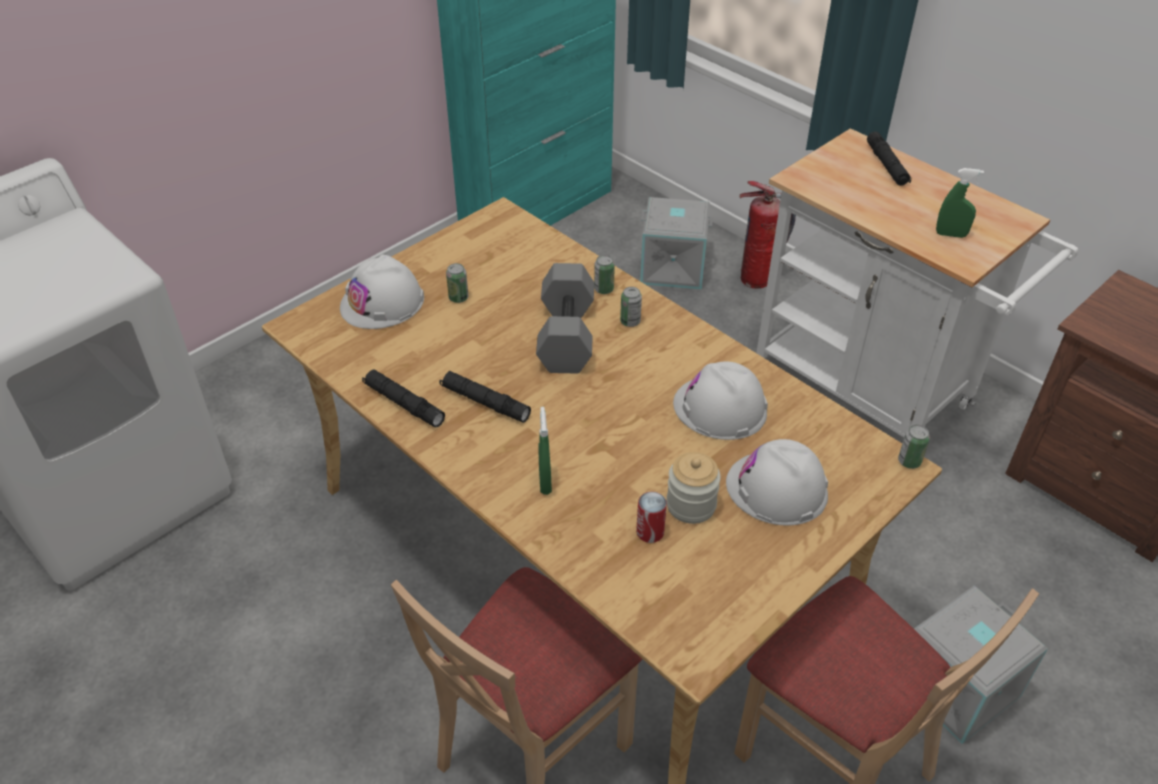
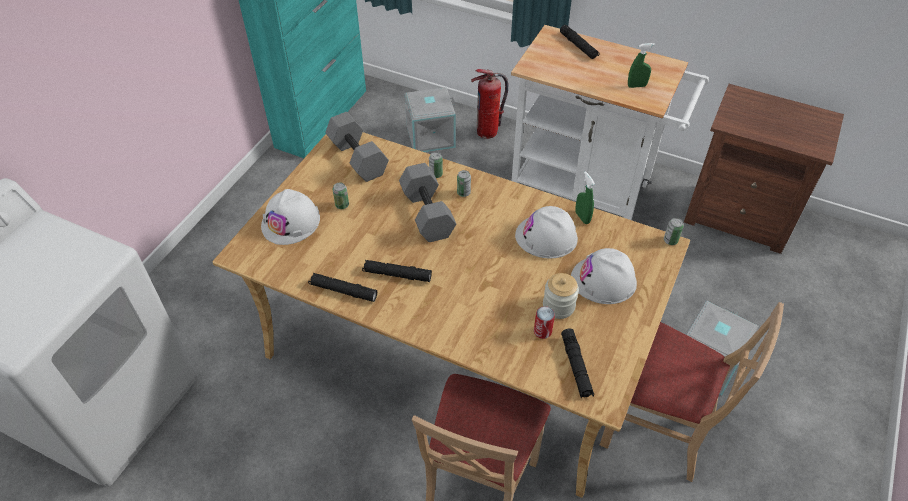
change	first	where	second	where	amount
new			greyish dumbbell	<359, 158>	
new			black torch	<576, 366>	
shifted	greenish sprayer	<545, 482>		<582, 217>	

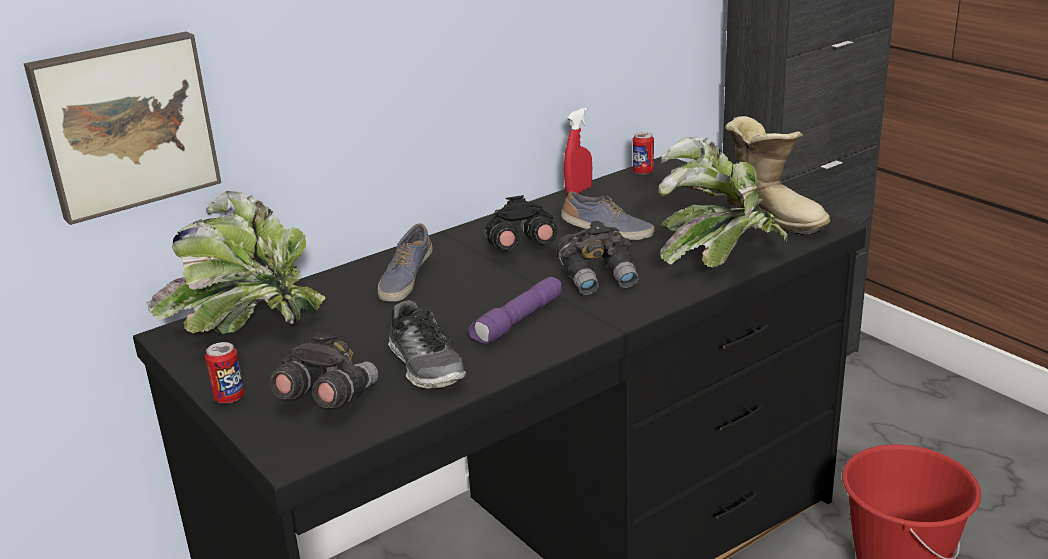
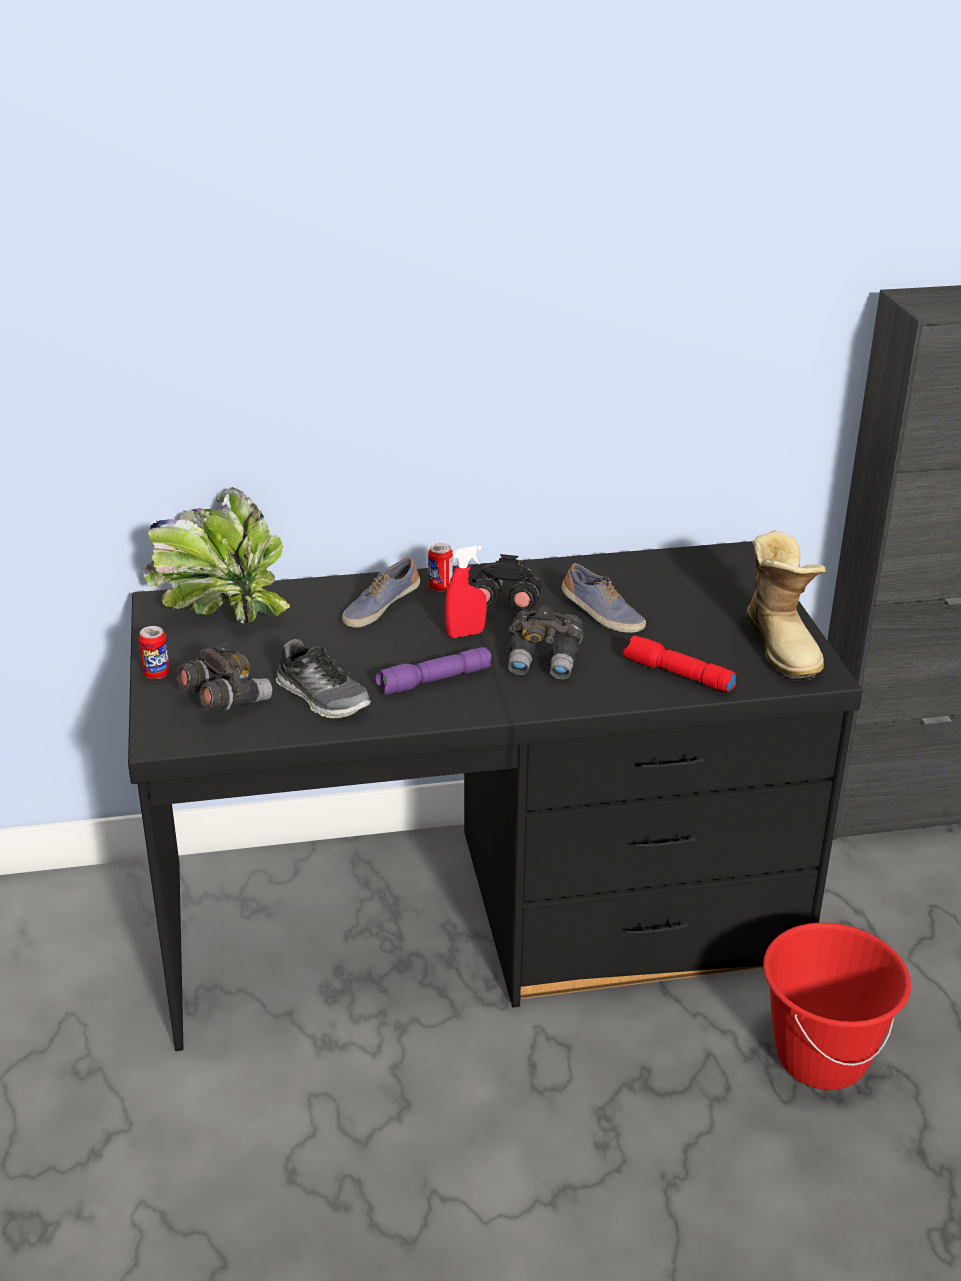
change	first	where	second	where	amount
gone	wall picture	<125, 124>			
shifted	reddish sprayer	<578, 191>		<465, 634>	
shifted	sealed can	<643, 172>		<440, 587>	
swapped	potted plant	<719, 257>	reddish torch	<677, 675>	
rotated	shoe	<426, 365>		<323, 697>	45 degrees counterclockwise

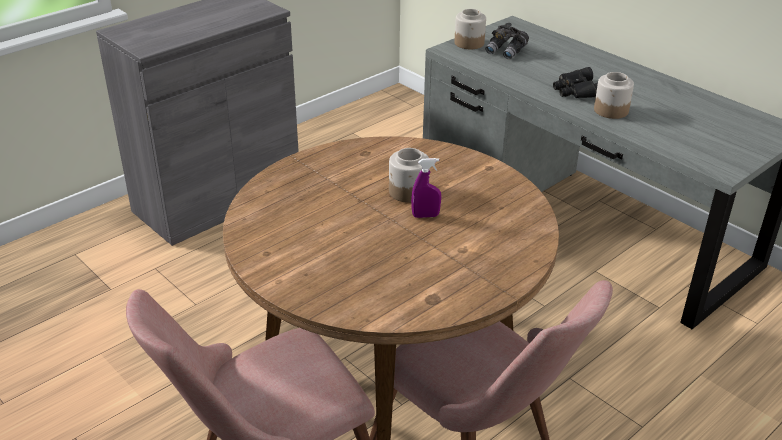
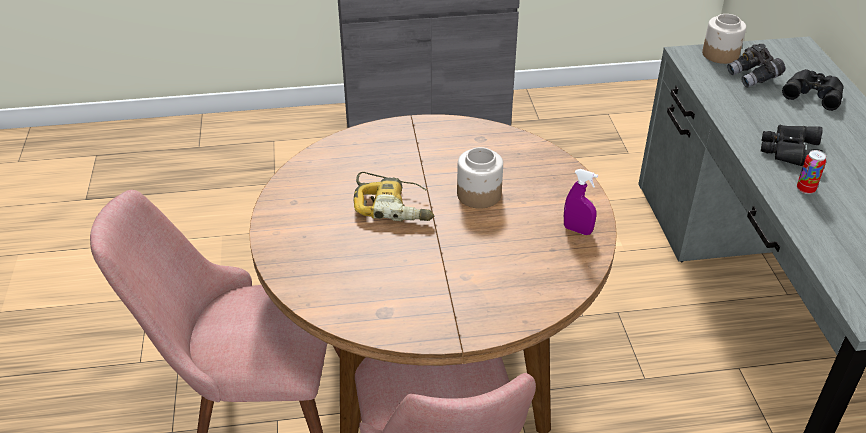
change	first	where	second	where	amount
new			drill	<394, 205>	
new			black pair of binoculars	<813, 93>	
shifted	purple-coloured sprayer	<425, 216>		<577, 230>	
swapped	jar	<611, 110>	sealed can	<805, 189>	

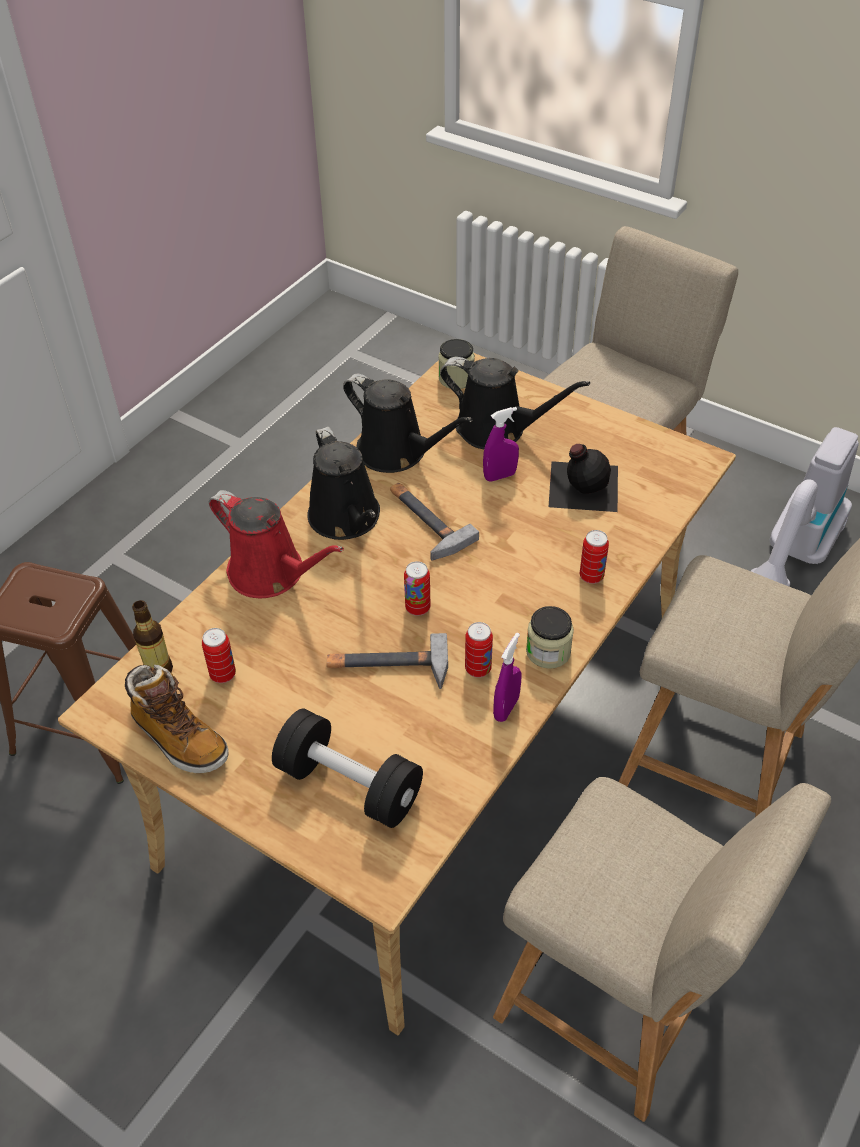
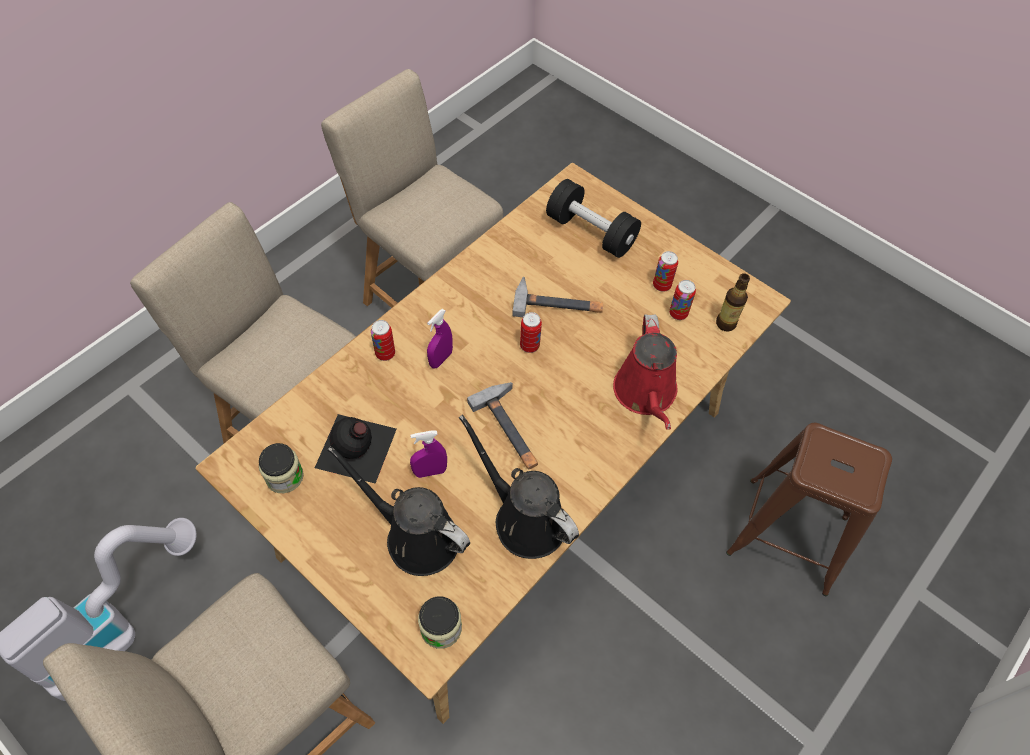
change	first	where	second	where	amount
gone	high-top boot	<179, 738>			
gone	black sprinkling can	<347, 519>			
shifted	sealed can	<478, 669>		<661, 285>	
shifted	purple-coloured sprayer	<506, 708>		<440, 359>	
shifted	jar	<548, 652>		<284, 476>	
rotated	reddish sprinkling can	<272, 573>		<646, 394>	135 degrees counterclockwise

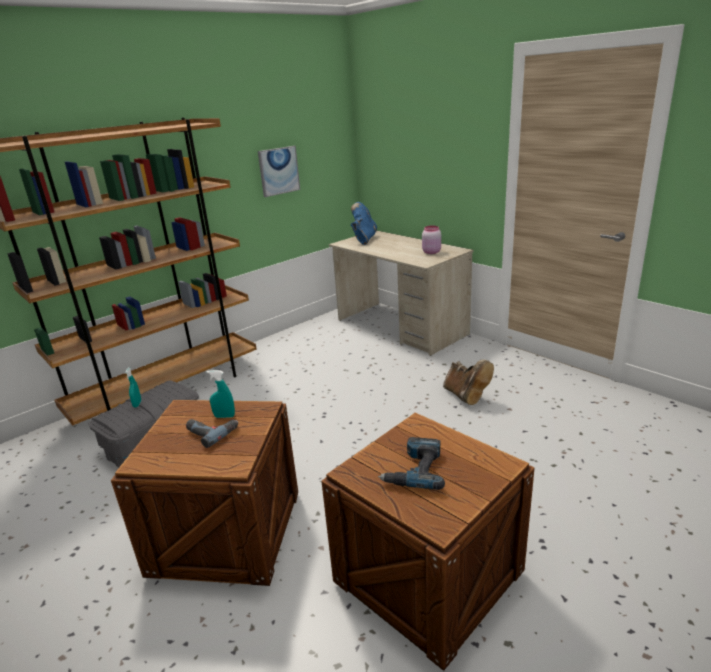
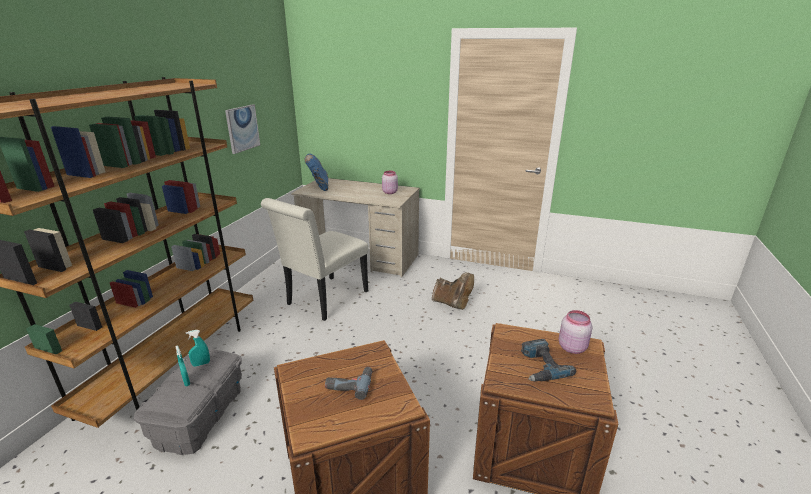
change	first	where	second	where	amount
new			whitish upright chair	<324, 300>	
new			pink-coloured jar	<572, 347>	
shifted	turquoise sprayer	<224, 416>		<201, 364>	

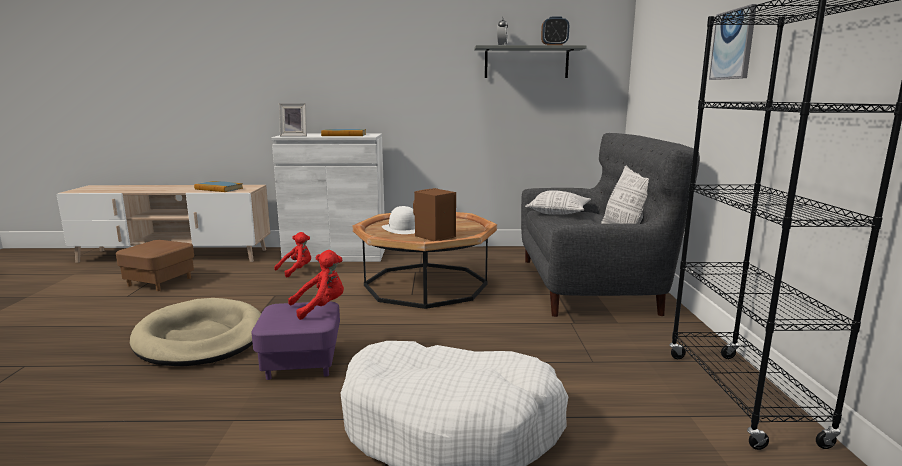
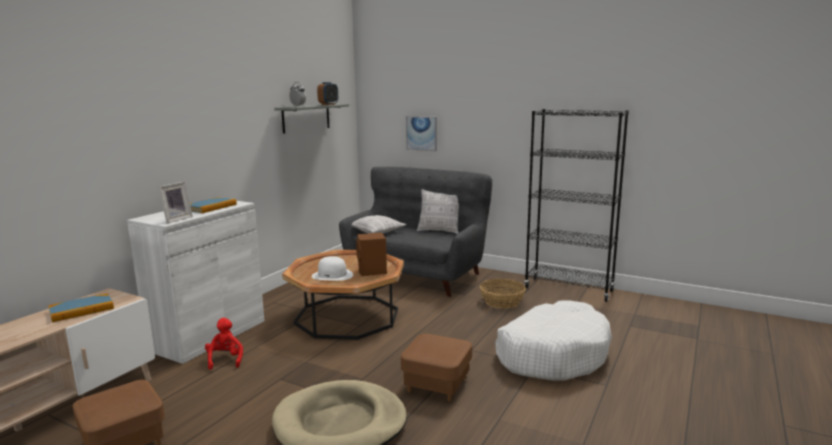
change	first	where	second	where	amount
gone	reddish plush toy	<321, 307>			
new			household basket	<502, 301>	
shifted	wall picture	<733, 44>		<421, 133>	
repainted	purple-coloured pouffe	<301, 363>	brown-coloured pouffe	<437, 385>	

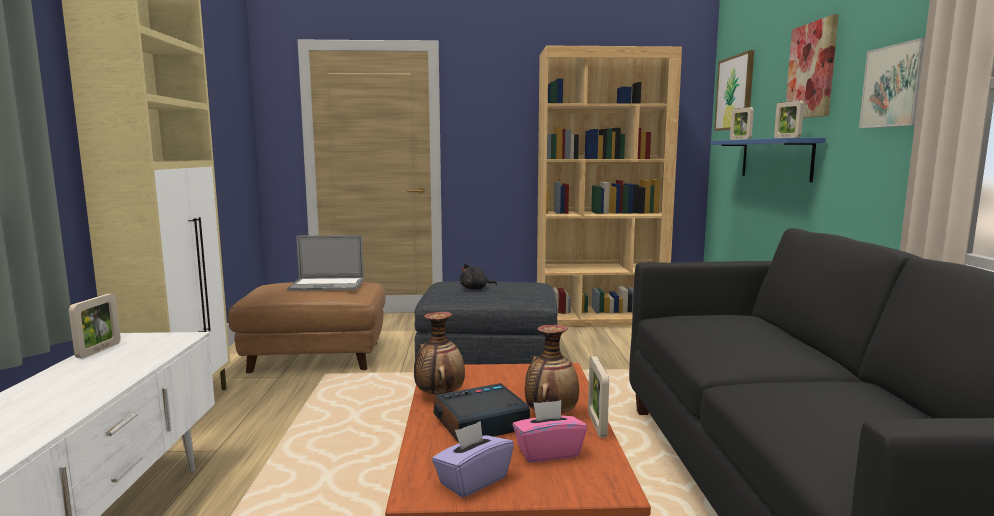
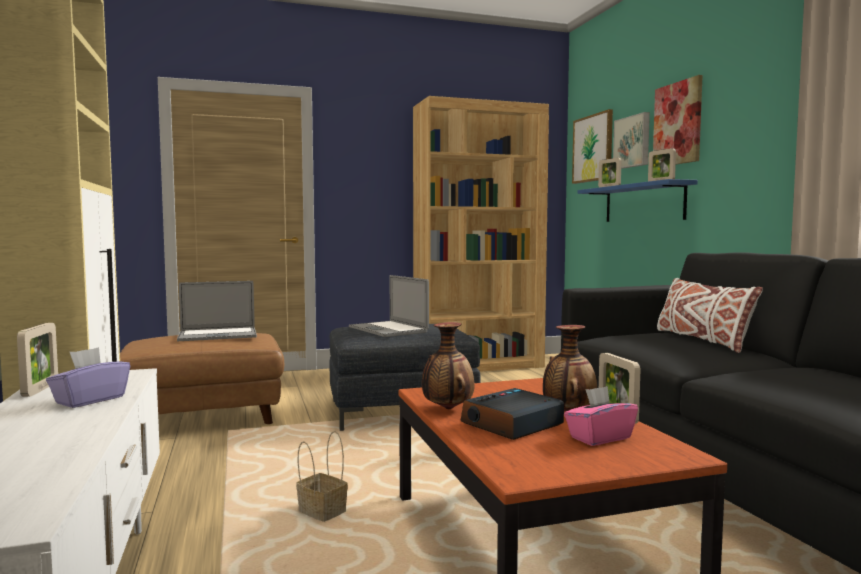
change	first	where	second	where	amount
new			household basket	<320, 512>	
new			whitish cushion	<702, 340>	
shifted	purple-coloured box of tissues	<472, 480>		<90, 400>	
shifted	wall picture	<897, 86>		<633, 142>	
swapped	black plush toy	<475, 289>	notebook computer	<388, 329>	

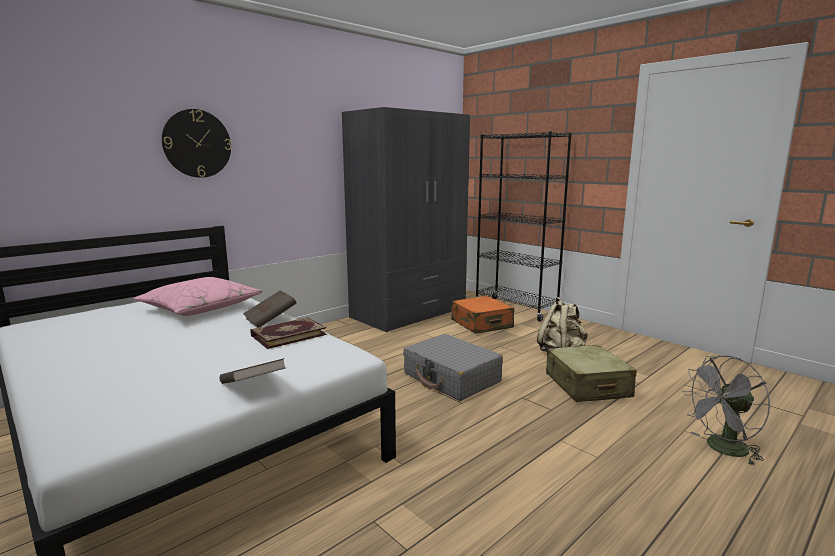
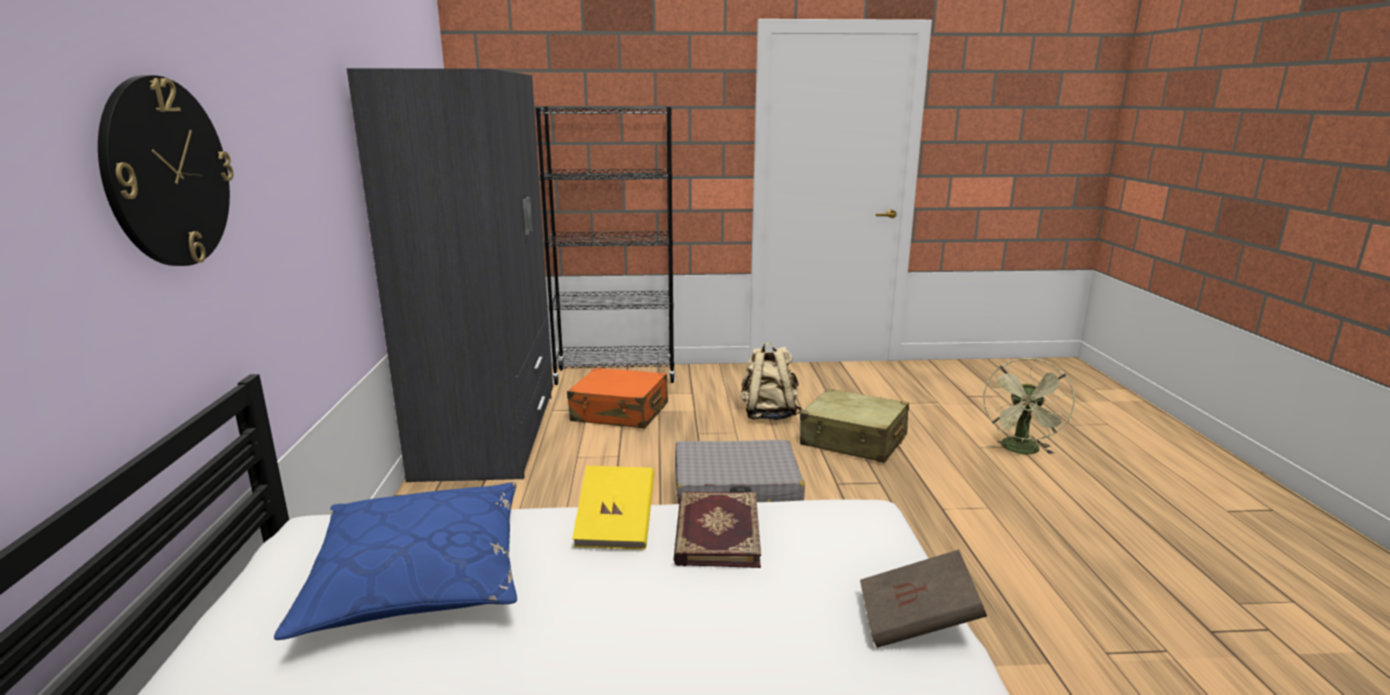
change	first	where	second	where	amount
repainted	pink-coloured cushion	<201, 307>	blue cushion	<418, 576>	
repainted	brown-coloured book	<270, 320>	yellow-coloured book	<616, 527>	
repainted	greyish electric fan	<722, 449>	greenish electric fan	<1021, 451>	

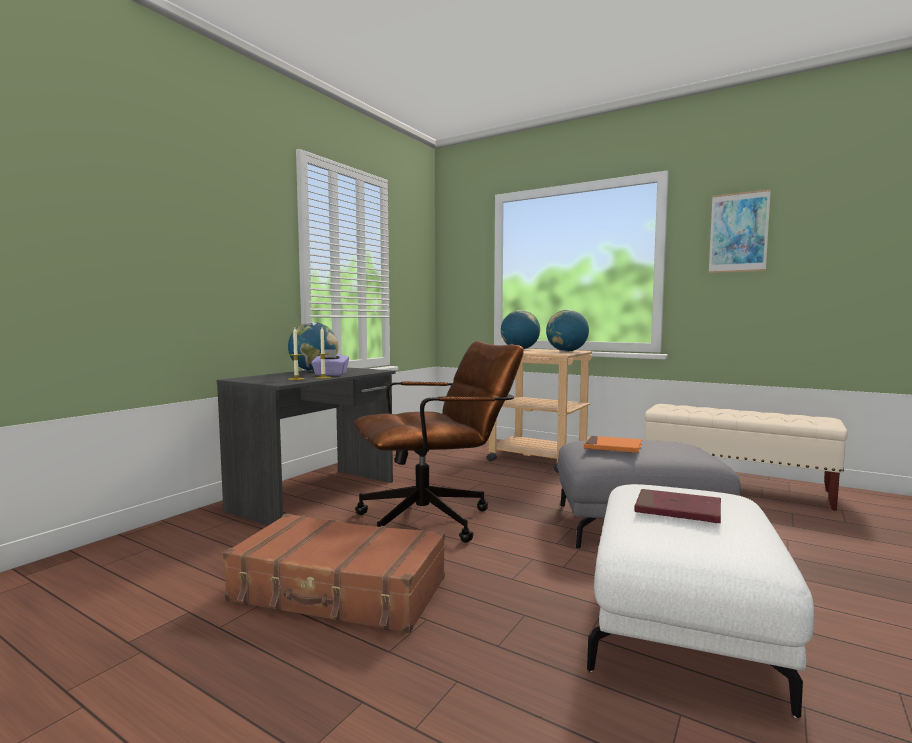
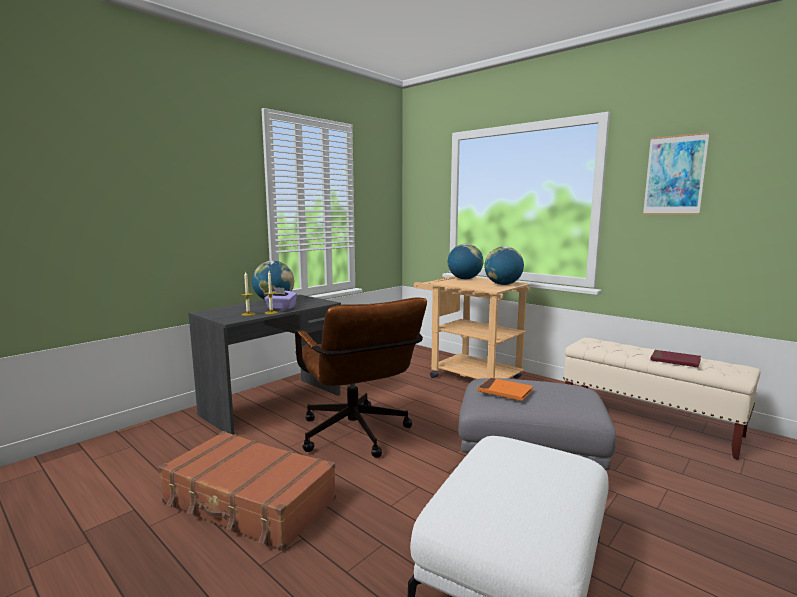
change	first	where	second	where	amount
shifted	reddish book	<677, 510>		<675, 361>	
rotated	brown-coloured computer chair	<436, 519>		<357, 437>	75 degrees clockwise

